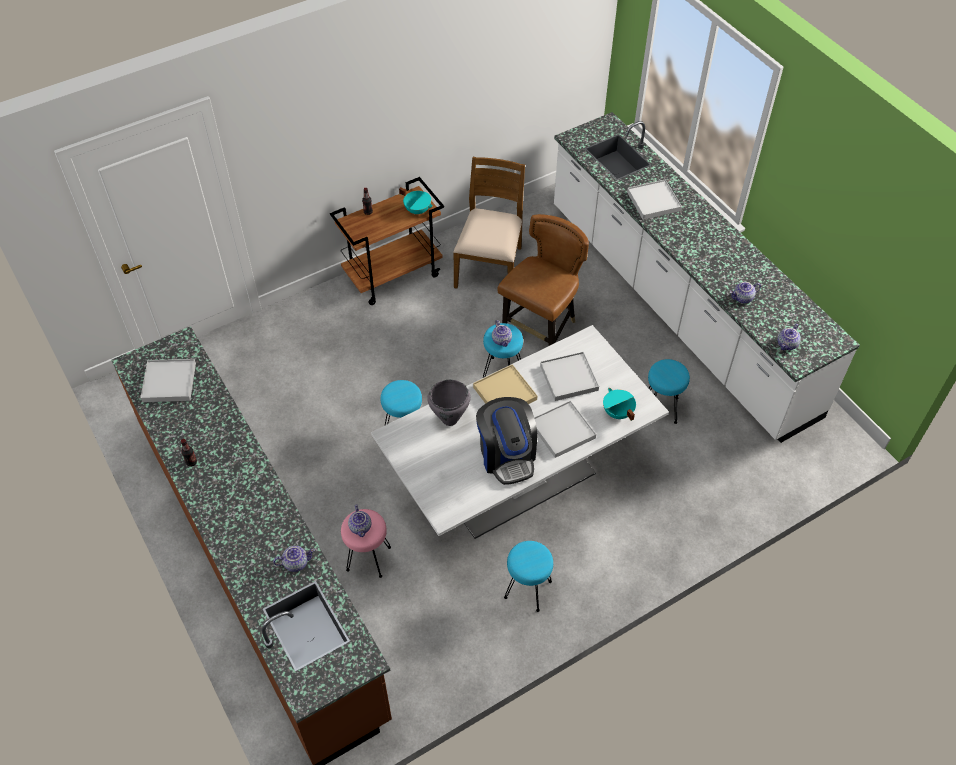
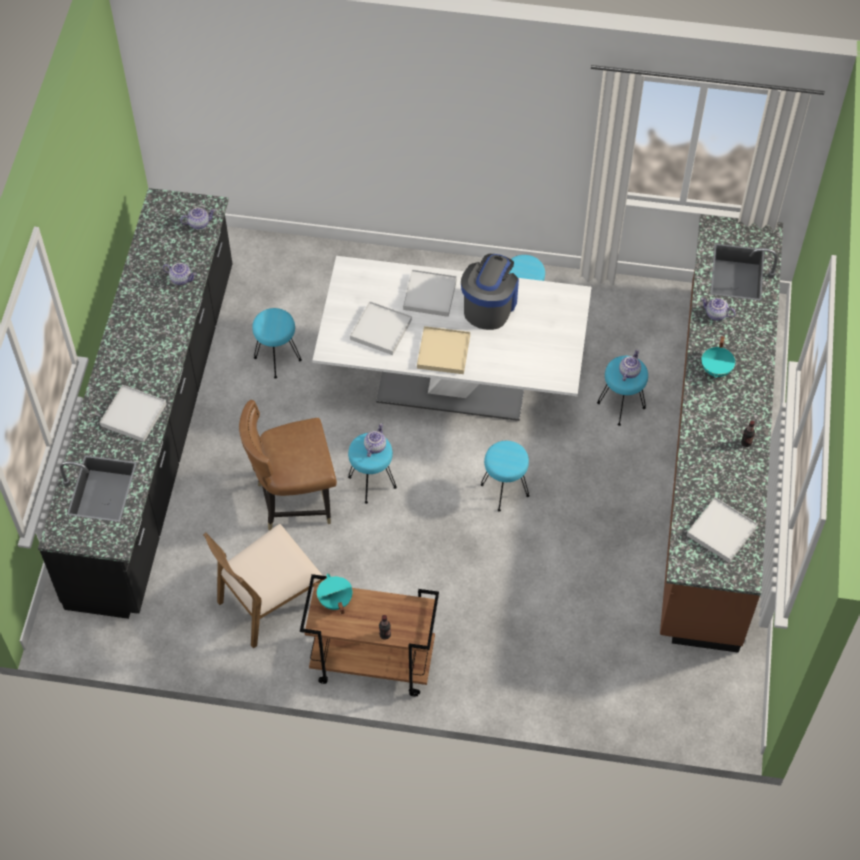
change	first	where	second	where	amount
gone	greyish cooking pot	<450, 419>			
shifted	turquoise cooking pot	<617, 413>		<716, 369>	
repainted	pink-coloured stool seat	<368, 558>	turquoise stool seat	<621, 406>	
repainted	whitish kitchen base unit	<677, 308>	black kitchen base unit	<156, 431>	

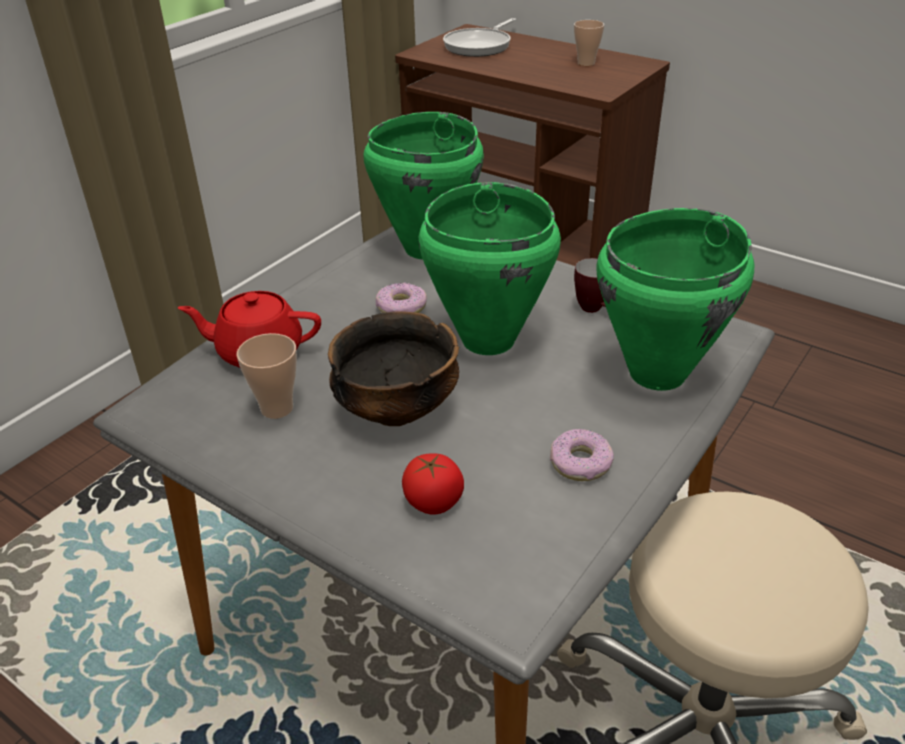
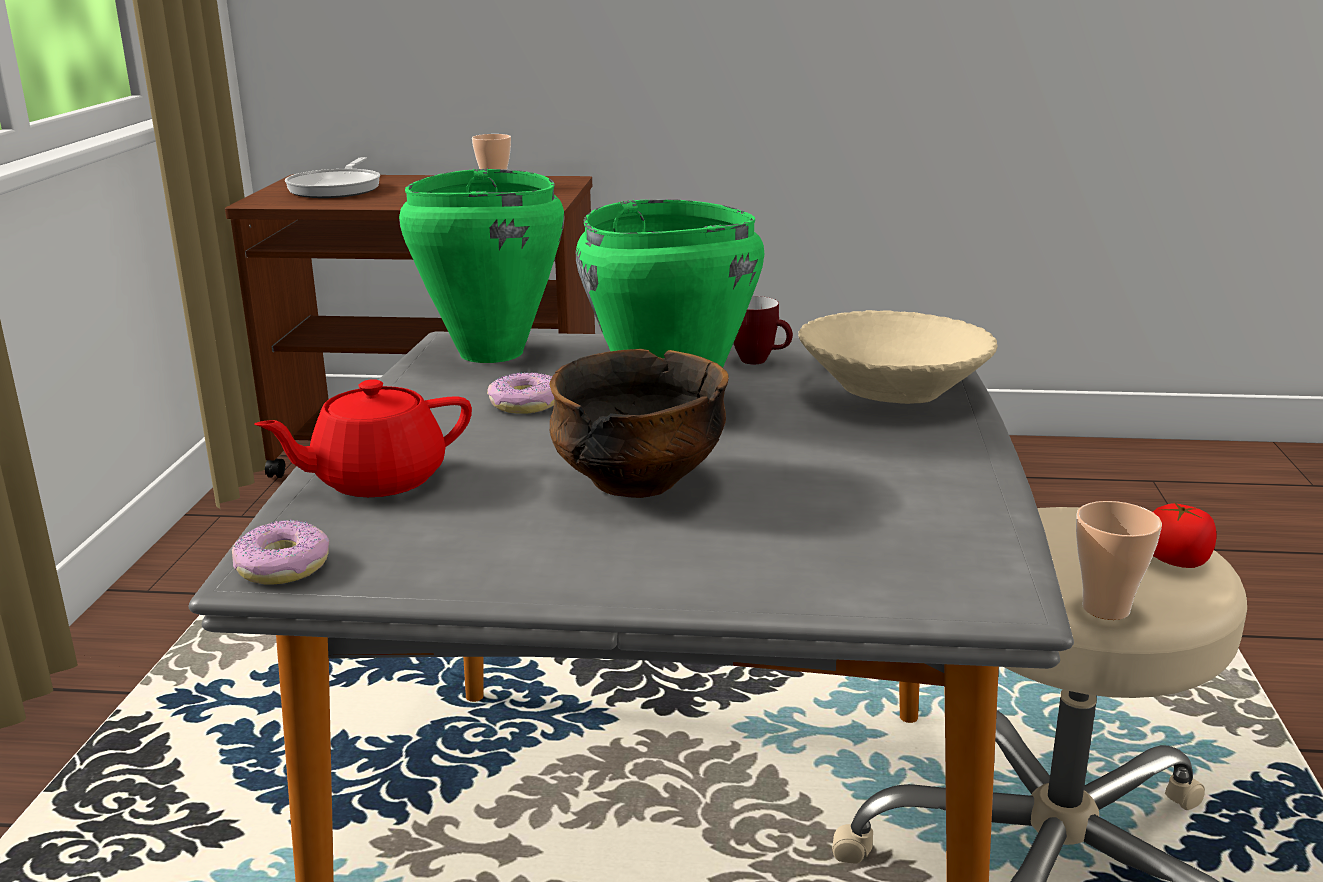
change	first	where	second	where	amount
shifted	drinking cup	<277, 408>		<1106, 609>	
shifted	tomato	<433, 501>		<1175, 561>	
shifted	ring doughnut	<581, 463>		<283, 566>	
swapped	greenish cooking pot	<659, 373>	beige-coloured bowl	<892, 391>	

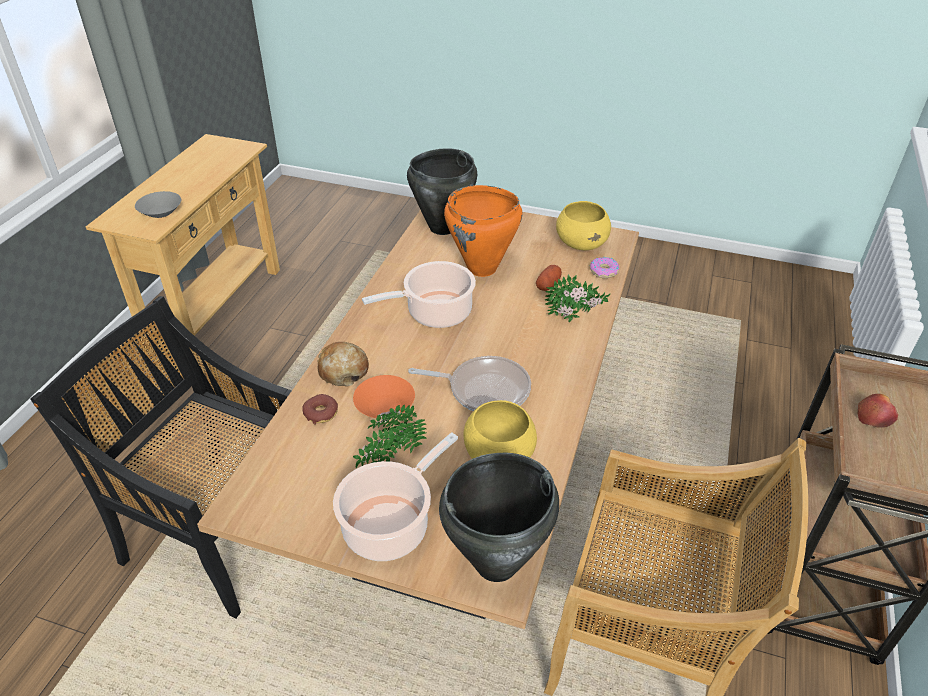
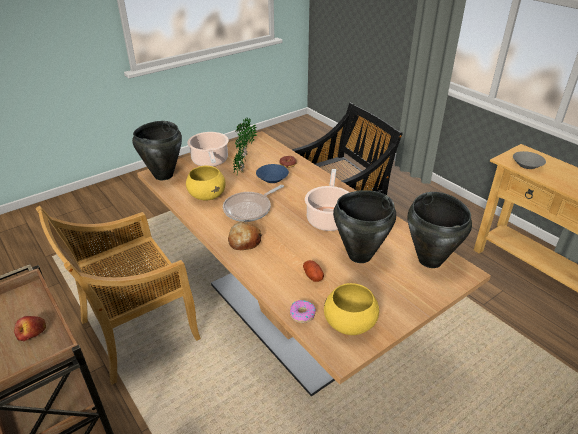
change	first	where	second	where	amount
shifted	bakery bread	<343, 370>		<244, 241>	
shifted	potted plant	<575, 319>		<244, 148>	
repainted	orange bowl	<384, 407>	blue bowl	<272, 179>	
repainted	orange cooking pot	<482, 269>	black cooking pot	<359, 255>	

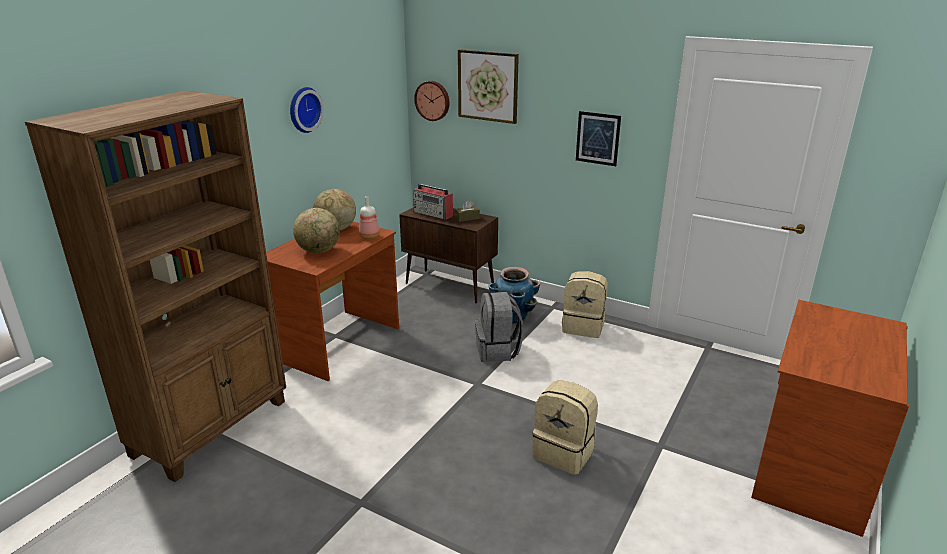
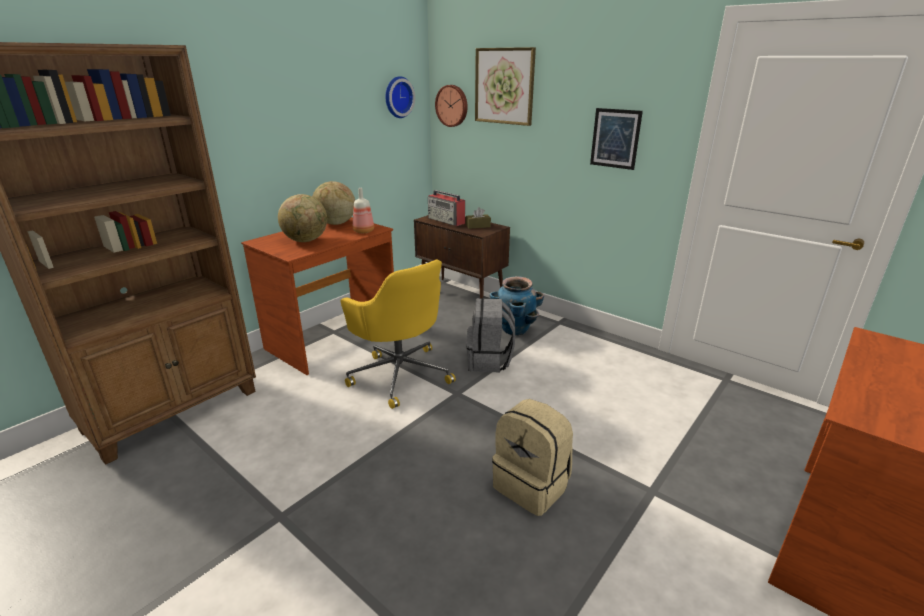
change	first	where	second	where	amount
gone	beige-coloured rucksack	<583, 327>			
new			yellow-coloured computer chair	<400, 374>	
shifted	wall clock	<303, 109>		<397, 97>	

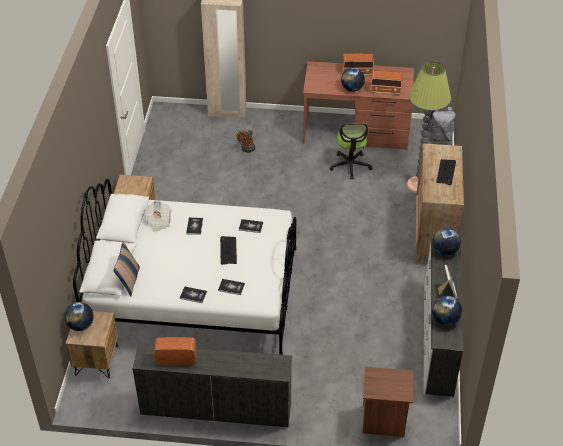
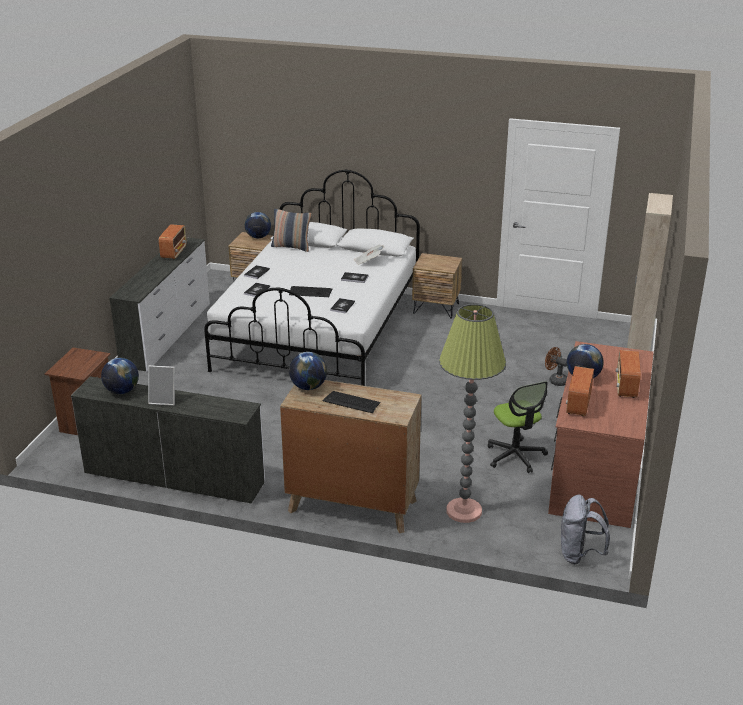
change	first	where	second	where	amount
shifted	world globe	<445, 251>		<308, 387>	
rotated	computer chair	<350, 165>		<515, 456>	120 degrees counterclockwise

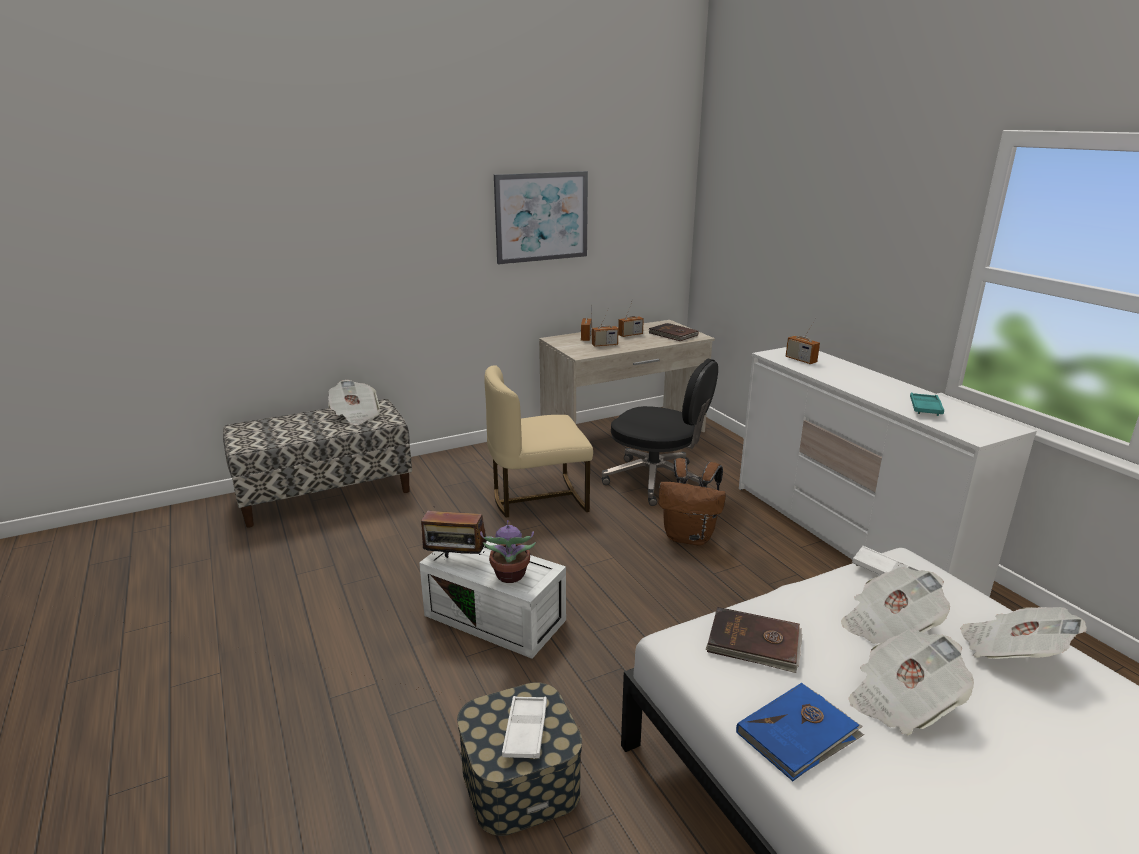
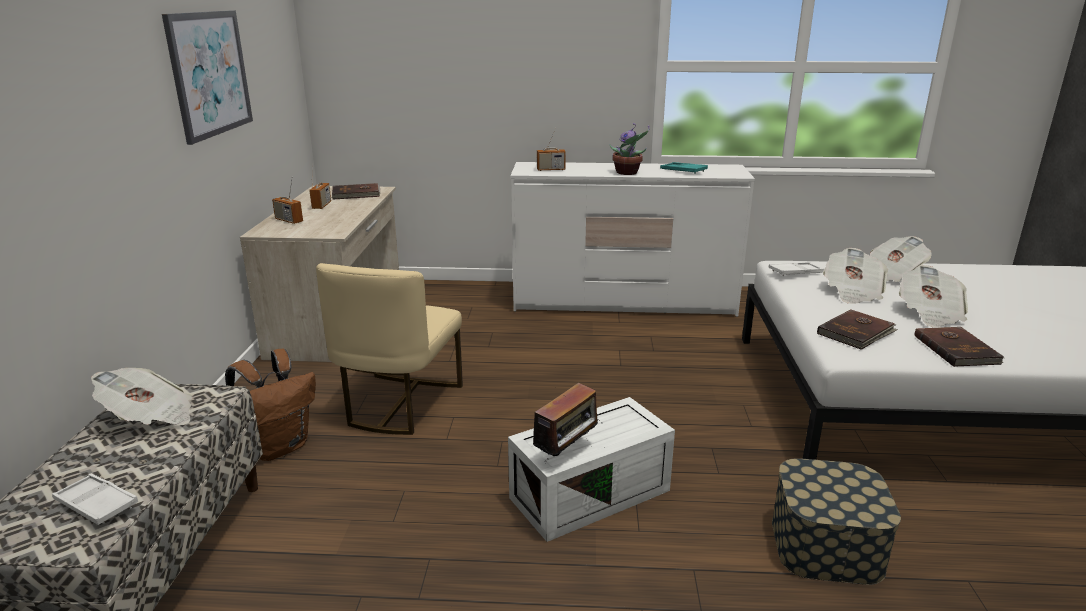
change	first	where	second	where	amount
gone	radio set	<604, 345>			
gone	black computer chair	<657, 481>			
shifted	potted plant	<510, 576>		<628, 173>	
shifted	whitish serving tray	<525, 731>		<96, 504>	
shifted	brown-coloured rucksack	<690, 537>		<279, 447>	
repainted	blue book	<799, 734>	brown-coloured book	<957, 349>	

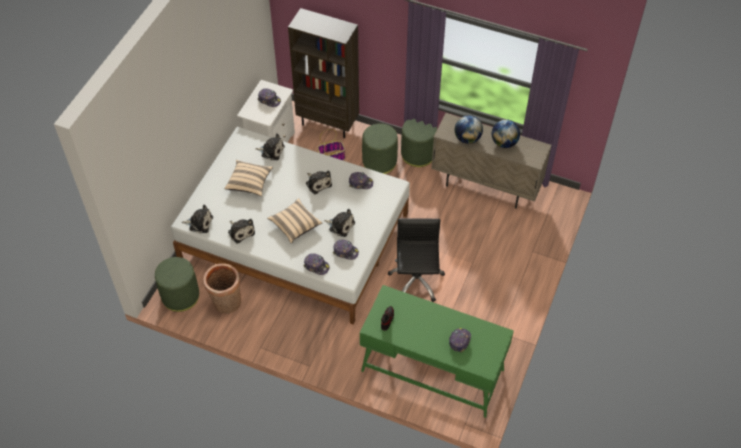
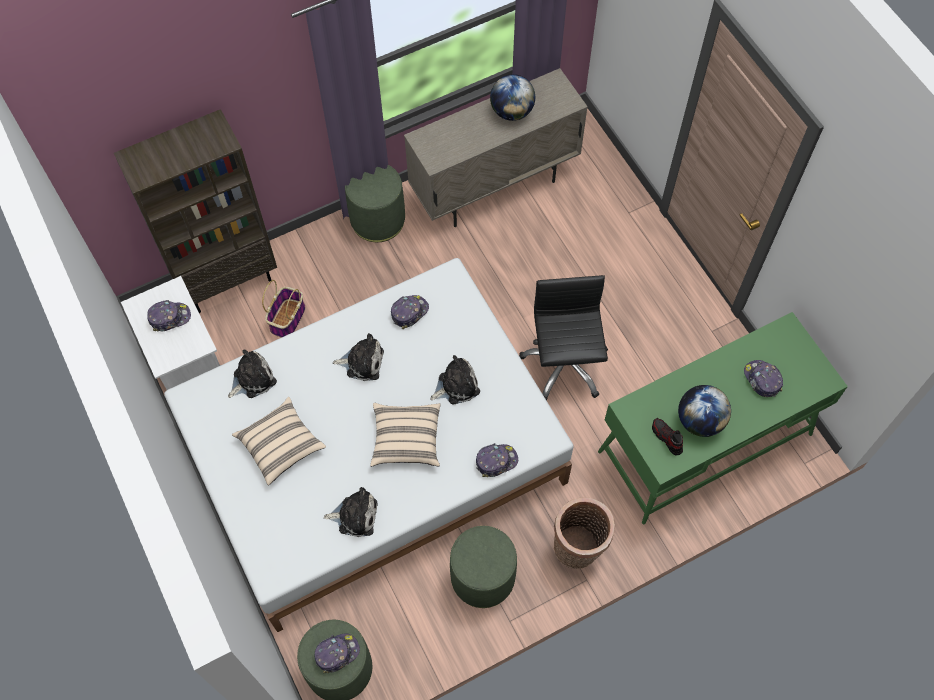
change	first	where	second	where	amount
gone	plush toy	<199, 223>			
shifted	household basket	<227, 304>		<578, 549>	
shifted	baseball cap	<345, 251>		<336, 653>	
shifted	greenish pouffe	<379, 161>		<482, 577>	
shifted	world globe	<467, 138>		<700, 420>	
rotated	black computer chair	<416, 281>		<564, 365>	45 degrees clockwise

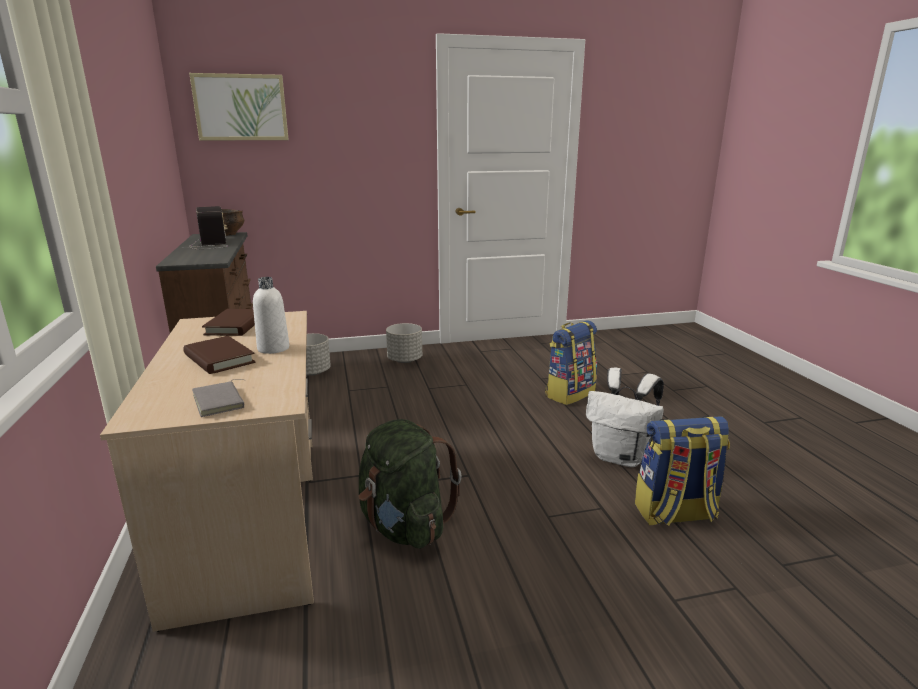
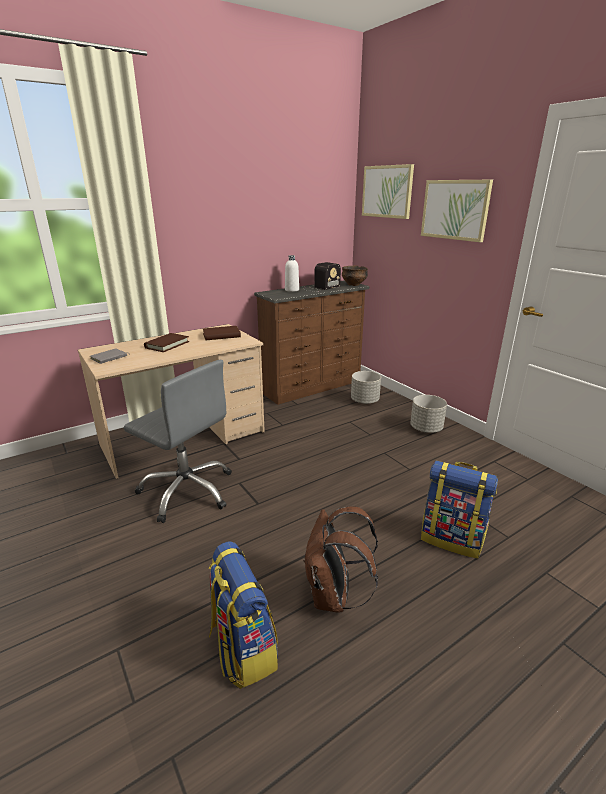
change	first	where	second	where	amount
new			wall picture	<455, 210>	
shifted	whitish bottle	<273, 348>		<292, 290>	
swapped	greenish rucksack	<404, 526>	greyish computer chair	<187, 490>	
repainted	whitish rucksack	<621, 457>	brown-coloured rucksack	<334, 596>	

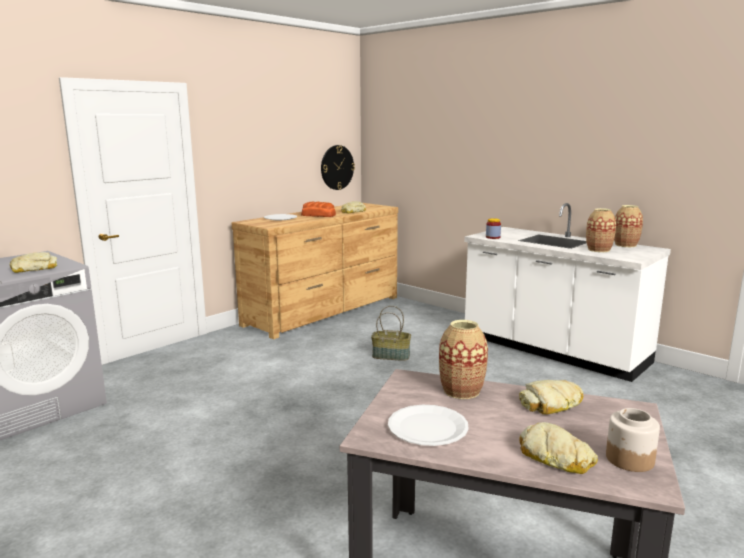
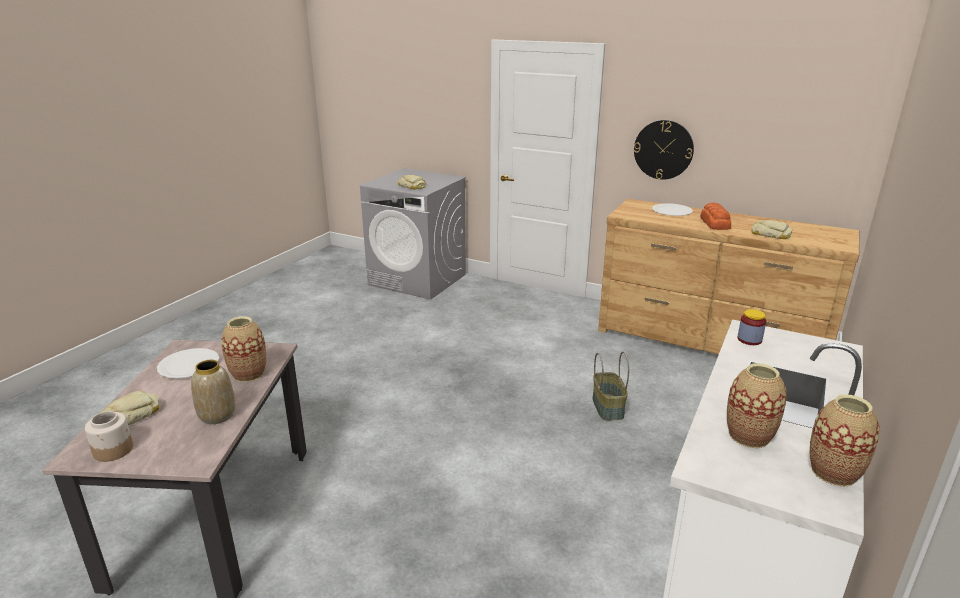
change	first	where	second	where	amount
shifted	wall clock	<337, 167>		<663, 149>	
swapped	bakery bread	<551, 404>	vase	<217, 416>	

